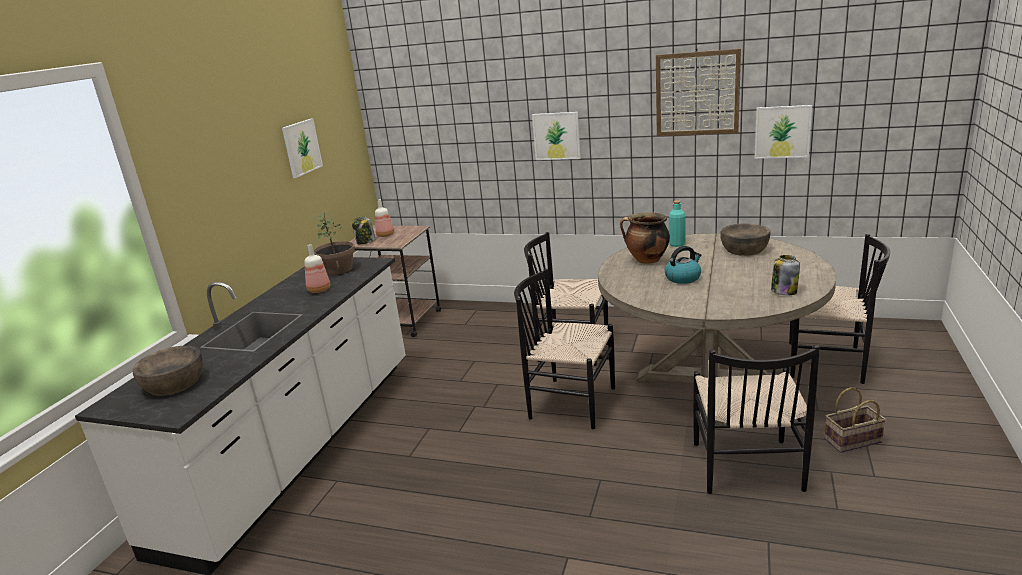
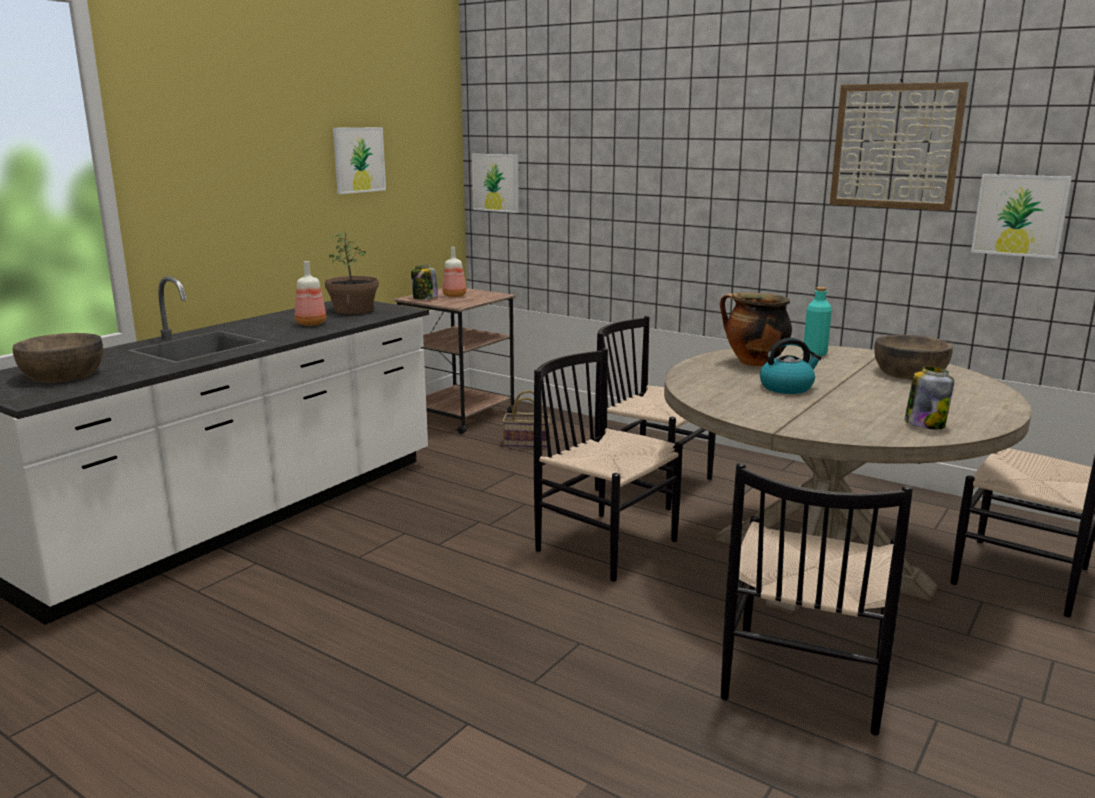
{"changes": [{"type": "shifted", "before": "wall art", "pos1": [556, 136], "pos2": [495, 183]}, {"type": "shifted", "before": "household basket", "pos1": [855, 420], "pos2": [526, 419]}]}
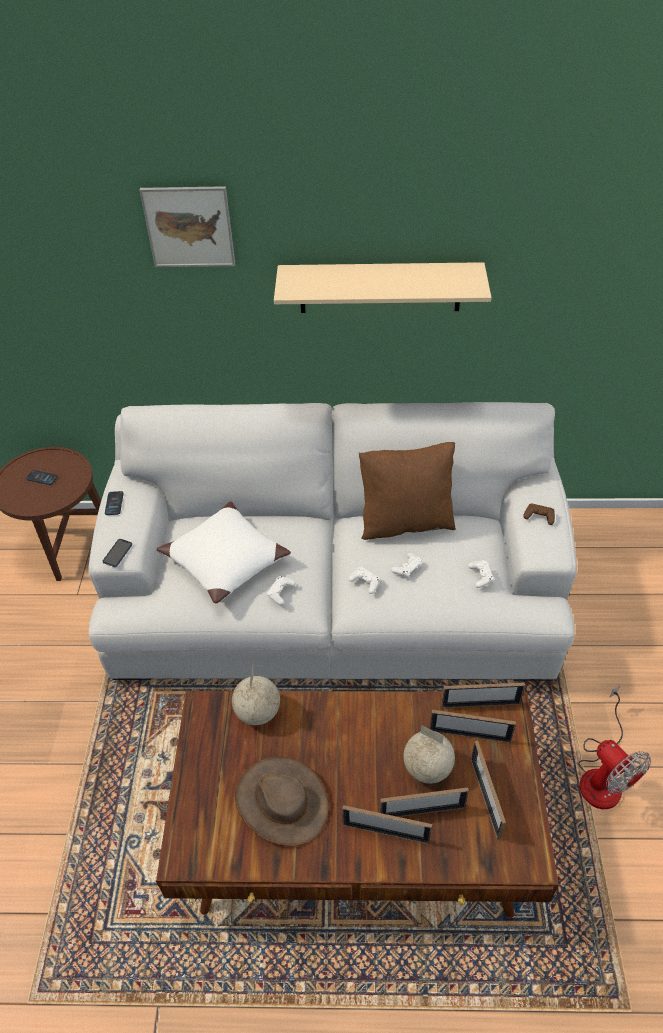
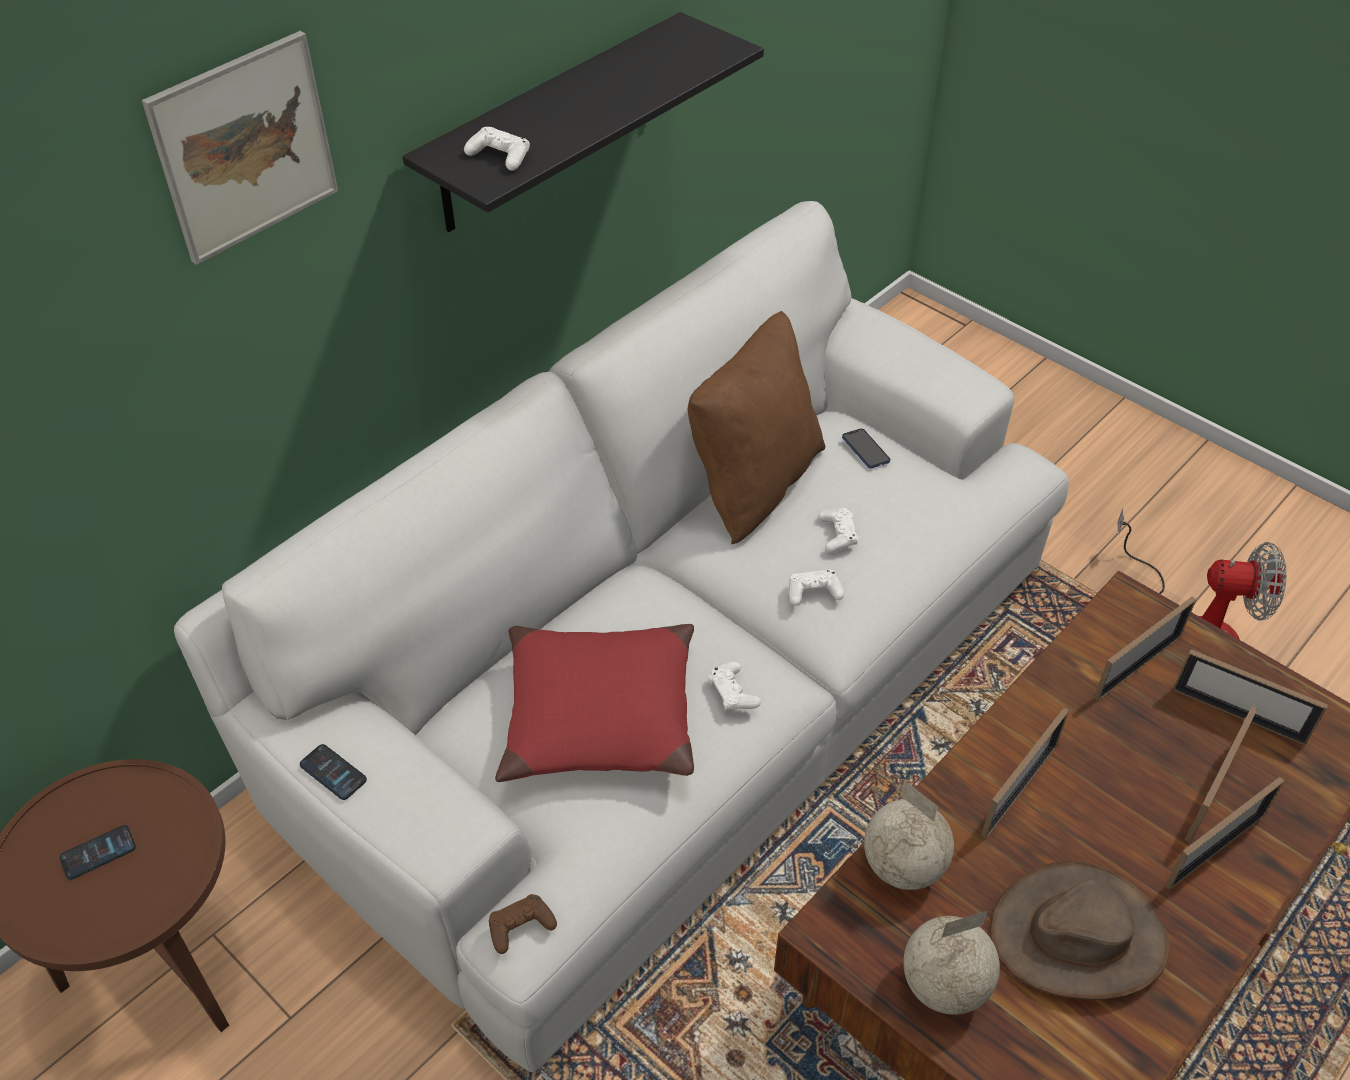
{"changes": [{"type": "shifted", "before": "handset", "pos1": [117, 553], "pos2": [866, 448]}, {"type": "repainted", "before": "pillow/whitish", "after": "pillow/red-coloured", "pos1": [223, 553], "pos2": [594, 703]}, {"type": "repainted", "before": "shelf/beige-coloured", "after": "shelf/black", "pos1": [383, 287], "pos2": [583, 122]}, {"type": "shifted", "before": "world globe", "pos1": [429, 754], "pos2": [951, 963]}, {"type": "shifted", "before": "standing frame", "pos1": [483, 695], "pos2": [1025, 773]}, {"type": "shifted", "before": "gamepad/whitish", "pos1": [481, 574], "pos2": [497, 149]}, {"type": "shifted", "before": "gamepad/brown-coloured", "pos1": [539, 514], "pos2": [523, 924]}]}
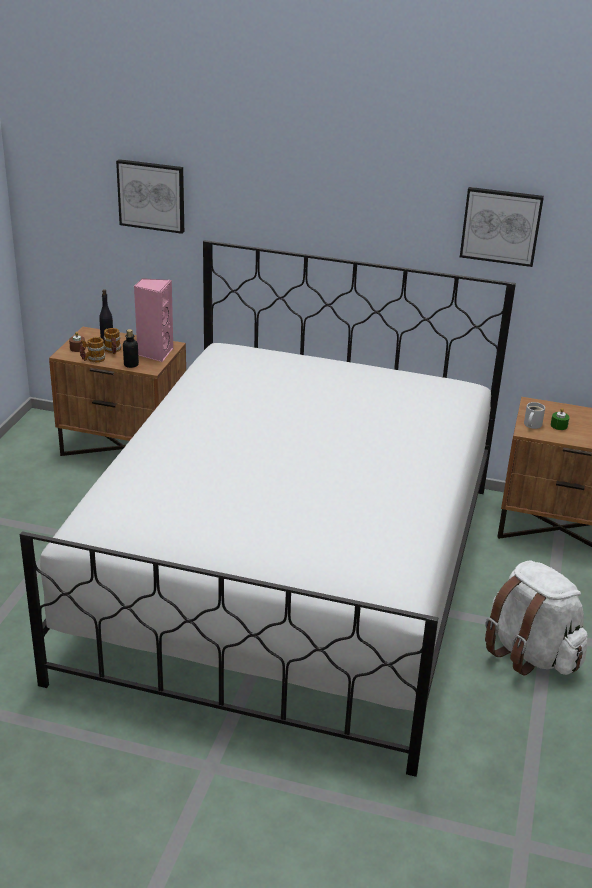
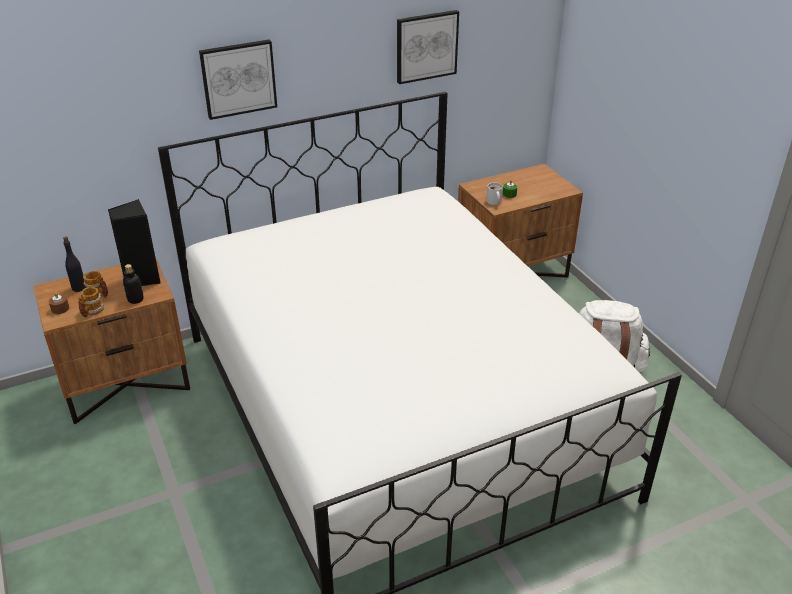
{"changes": [{"type": "shifted", "before": "wall art", "pos1": [150, 196], "pos2": [238, 79]}, {"type": "repainted", "before": "audio speaker/pink", "after": "audio speaker/black", "pos1": [153, 320], "pos2": [134, 242]}]}
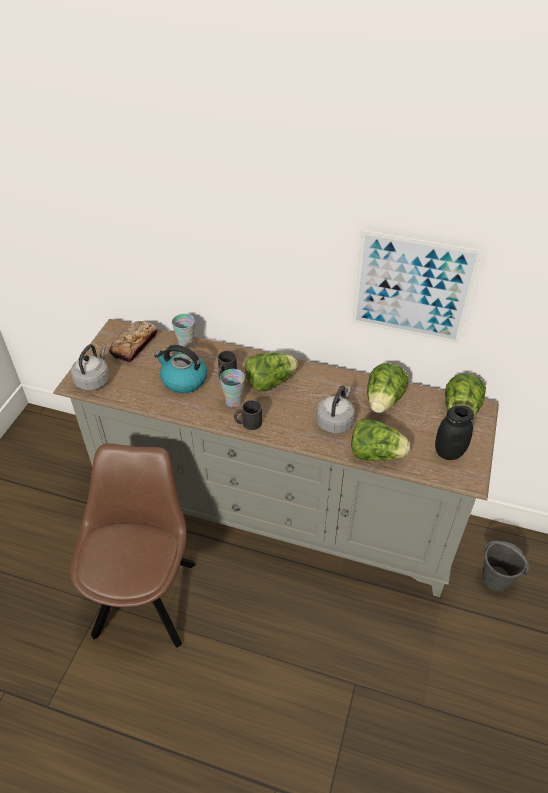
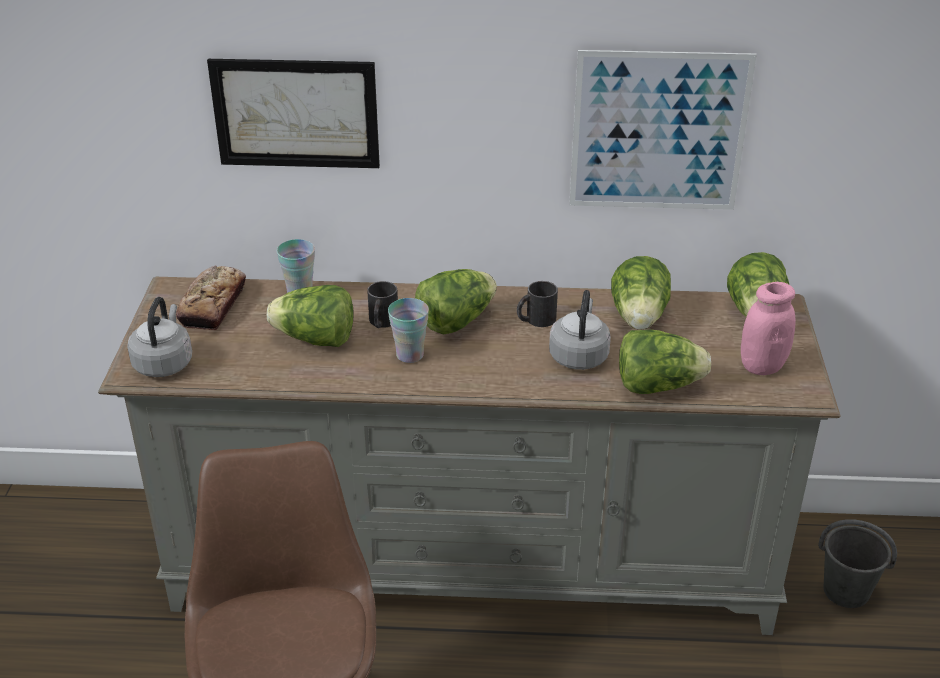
{"changes": [{"type": "swapped", "before": "water kettle", "after": "head of lettuce", "pos1": [180, 369], "pos2": [310, 316]}, {"type": "shifted", "before": "coffee mug/black", "pos1": [248, 415], "pos2": [537, 304]}, {"type": "repainted", "before": "jar/black", "after": "jar/pink", "pos1": [454, 433], "pos2": [768, 328]}, {"type": "new", "after": "wall art", "pos2": [293, 113]}]}
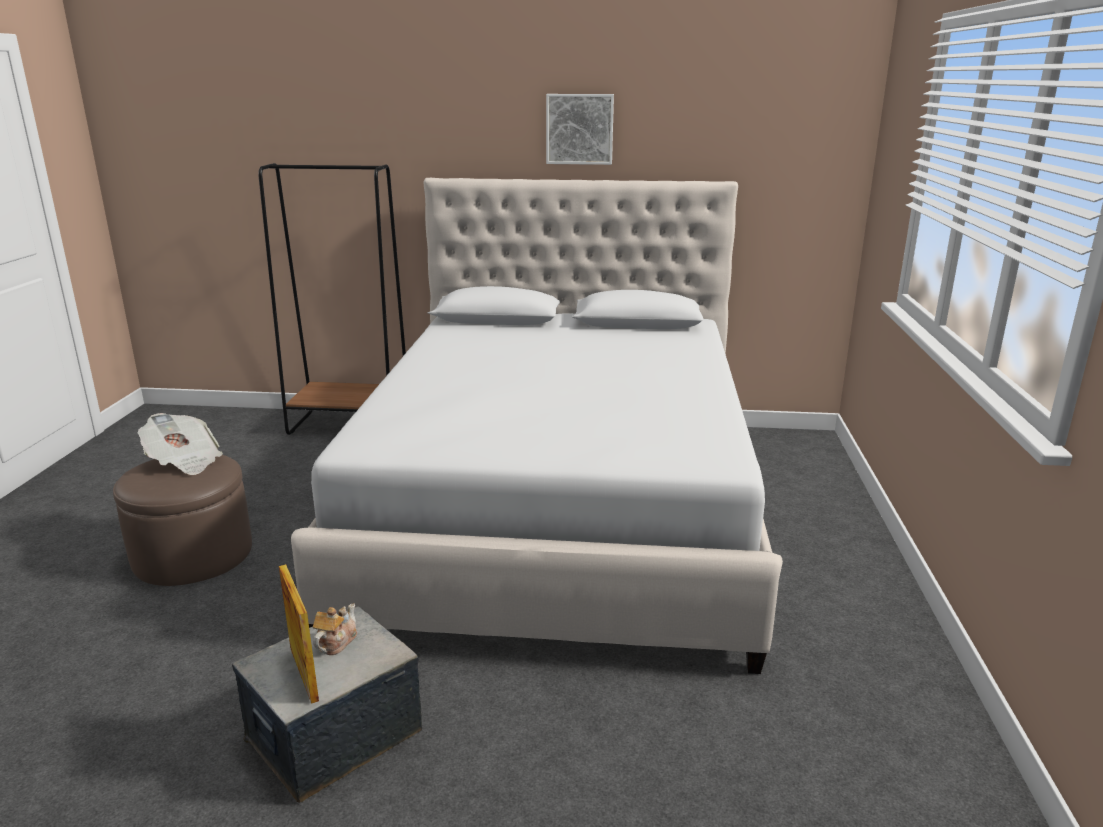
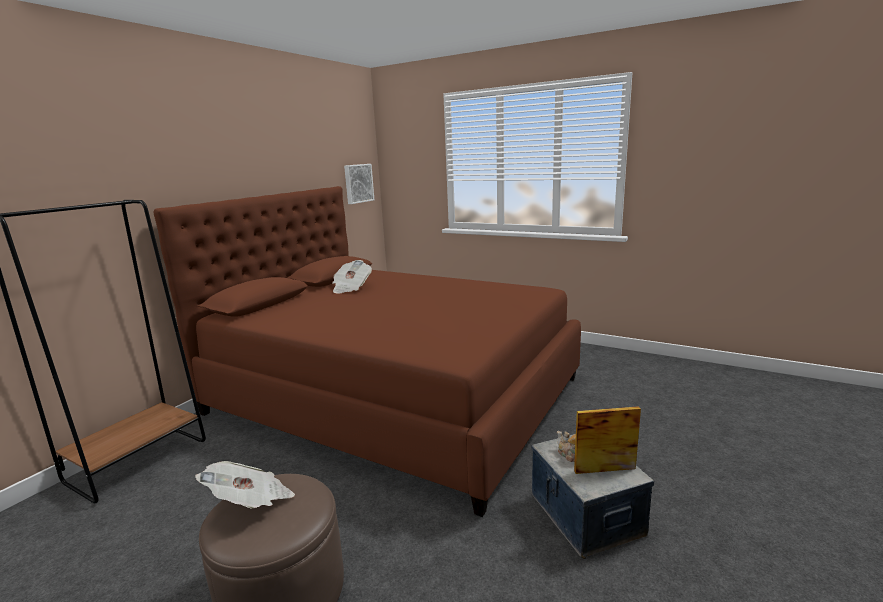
{"changes": [{"type": "repainted", "before": "sleeping bed/whitish", "after": "sleeping bed/brown-coloured", "pos1": [537, 426], "pos2": [367, 351]}, {"type": "shifted", "before": "wall art", "pos1": [580, 129], "pos2": [359, 184]}, {"type": "new", "after": "newspaper", "pos2": [352, 277]}]}
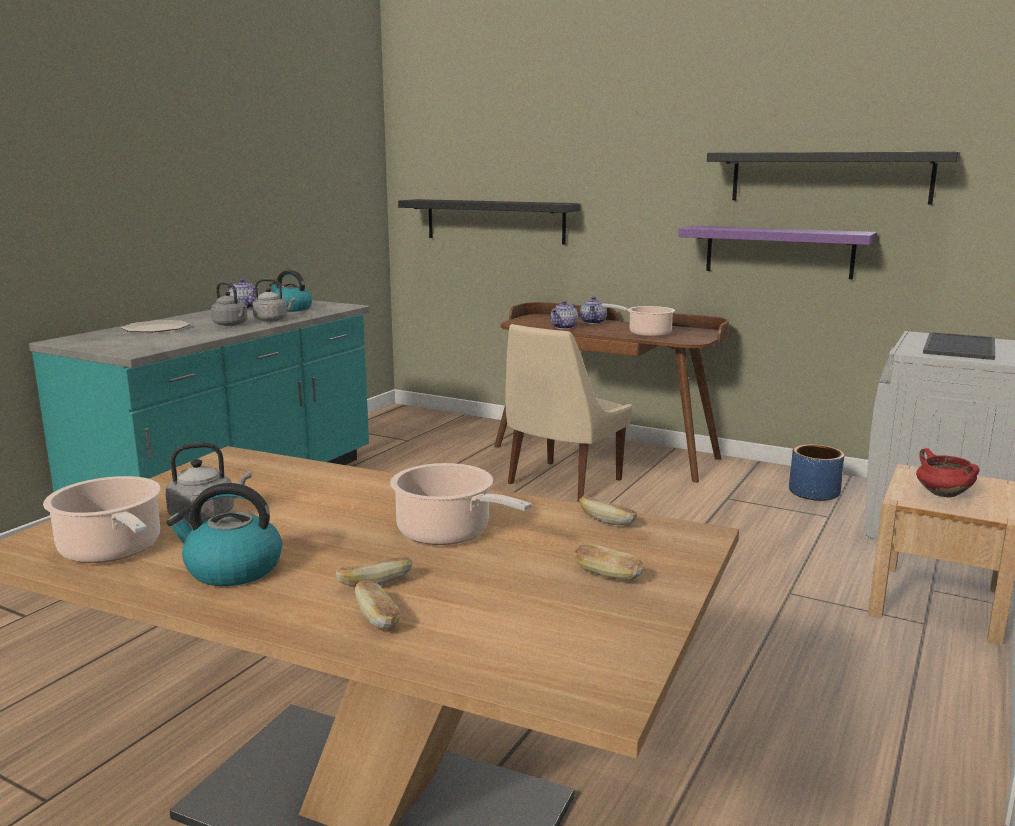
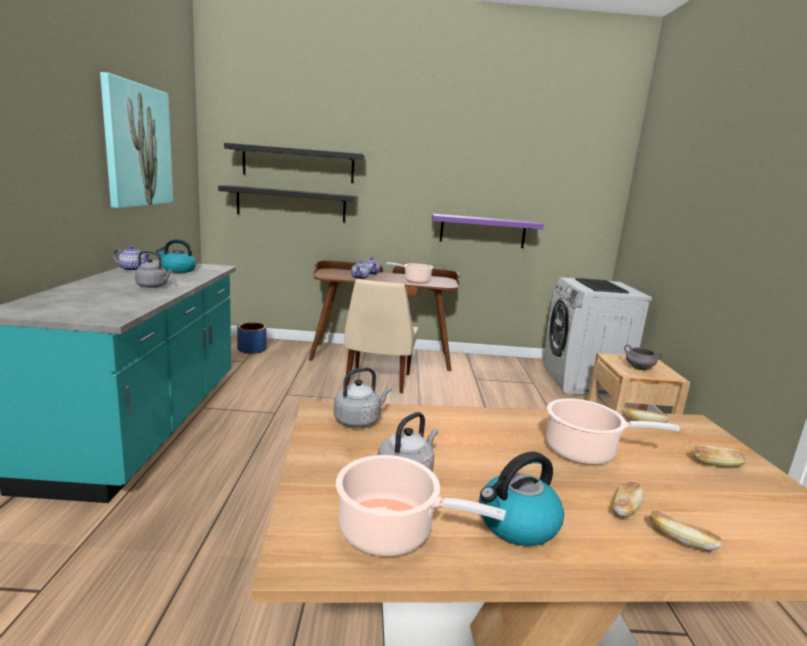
{"changes": [{"type": "gone", "before": "dinner plate", "pos1": [155, 326]}, {"type": "shifted", "before": "water kettle/gray", "pos1": [274, 300], "pos2": [363, 397]}, {"type": "shifted", "before": "shelf/black", "pos1": [833, 178], "pos2": [294, 163]}, {"type": "shifted", "before": "flower pot/blue", "pos1": [816, 473], "pos2": [252, 338]}, {"type": "repainted", "before": "stockpot/red-coloured", "after": "stockpot/gray", "pos1": [947, 473], "pos2": [643, 357]}, {"type": "new", "after": "wall art", "pos2": [136, 140]}]}
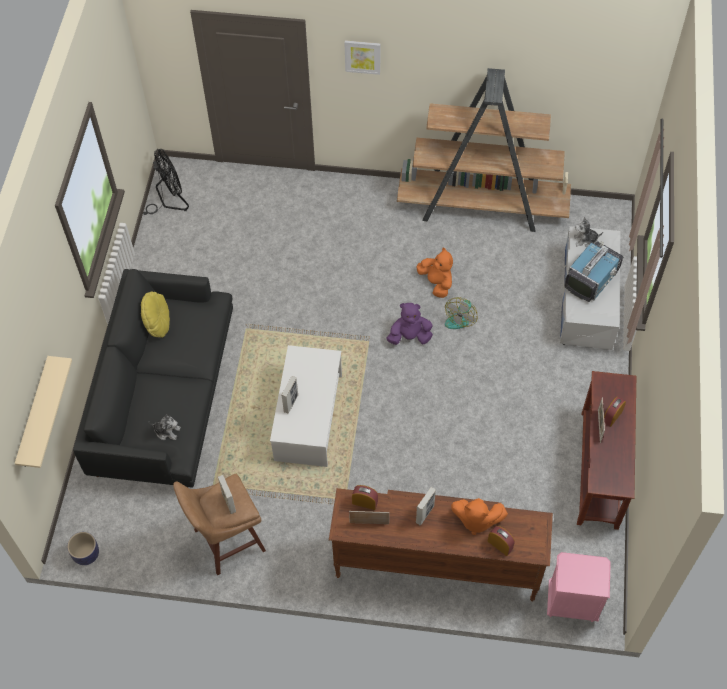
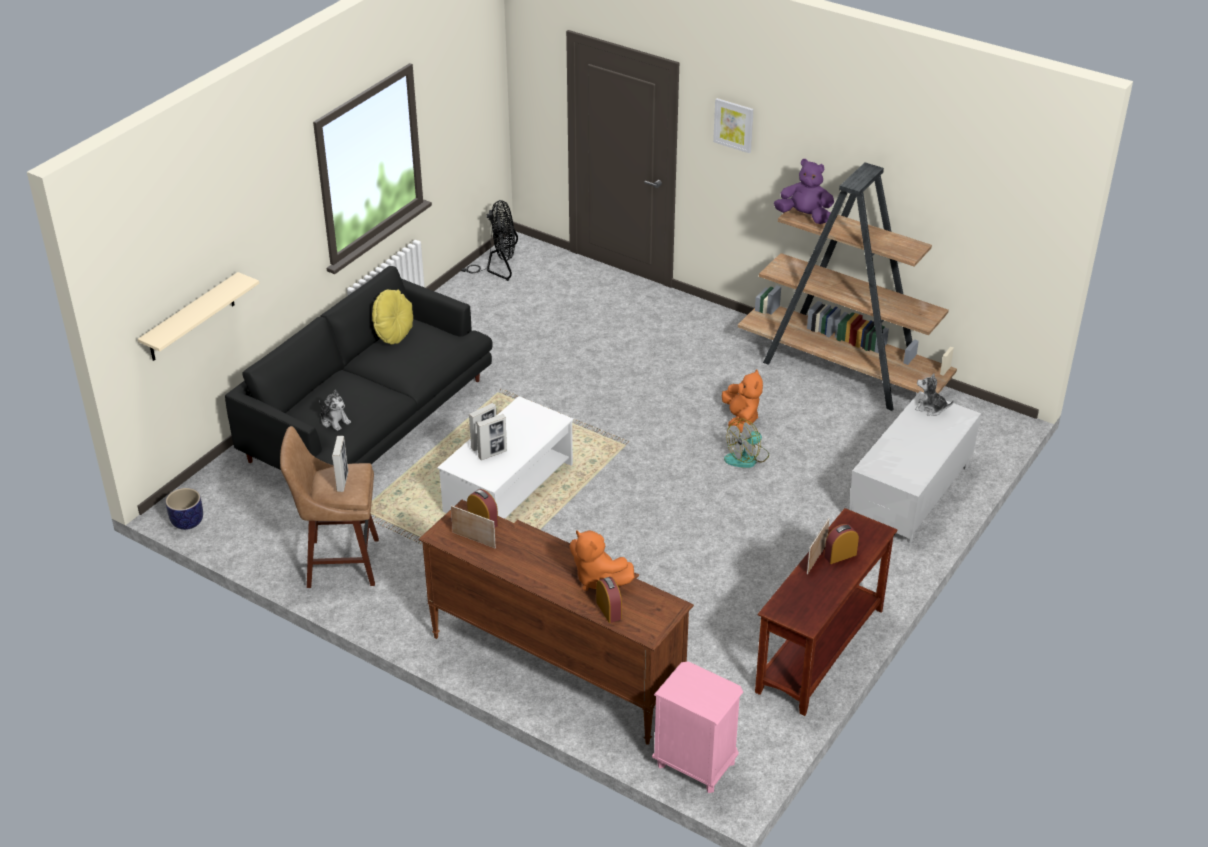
{"changes": [{"type": "shifted", "before": "plush toy/purplish", "pos1": [409, 324], "pos2": [804, 191]}, {"type": "shifted", "before": "standing frame", "pos1": [426, 506], "pos2": [491, 437]}, {"type": "gone", "before": "TV", "pos1": [594, 271]}]}
